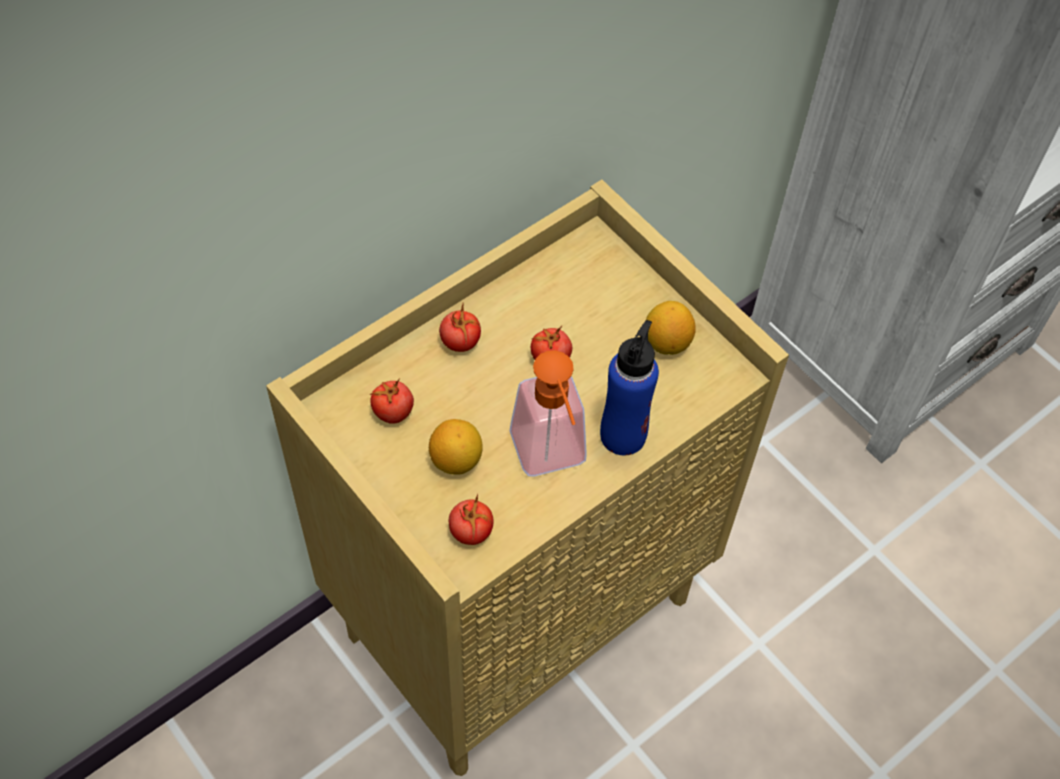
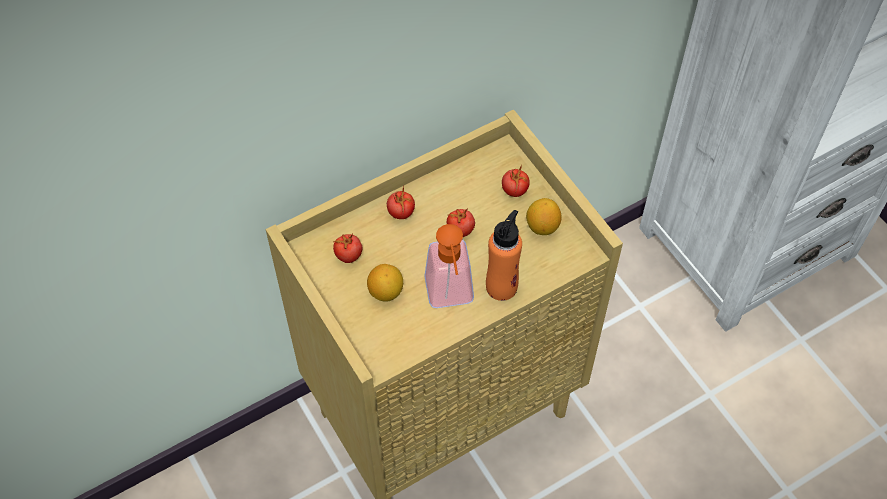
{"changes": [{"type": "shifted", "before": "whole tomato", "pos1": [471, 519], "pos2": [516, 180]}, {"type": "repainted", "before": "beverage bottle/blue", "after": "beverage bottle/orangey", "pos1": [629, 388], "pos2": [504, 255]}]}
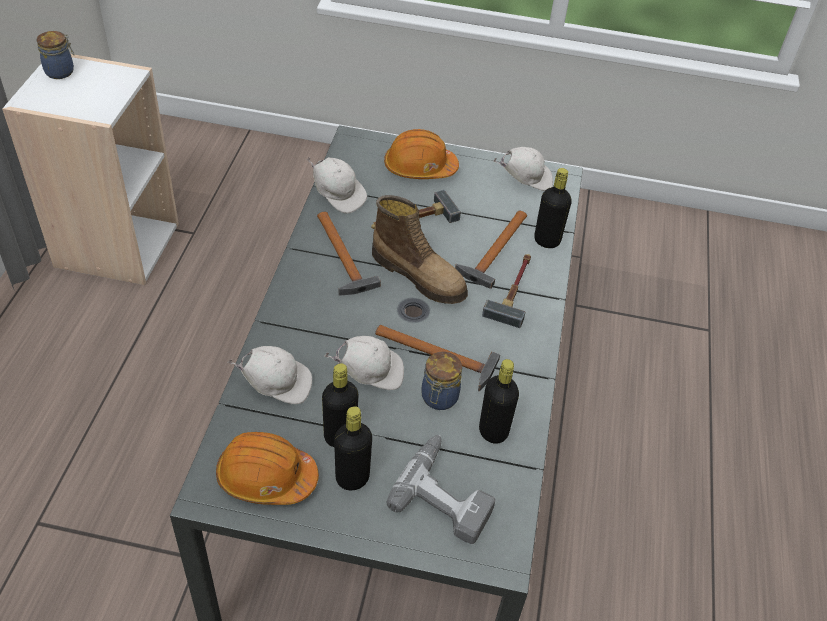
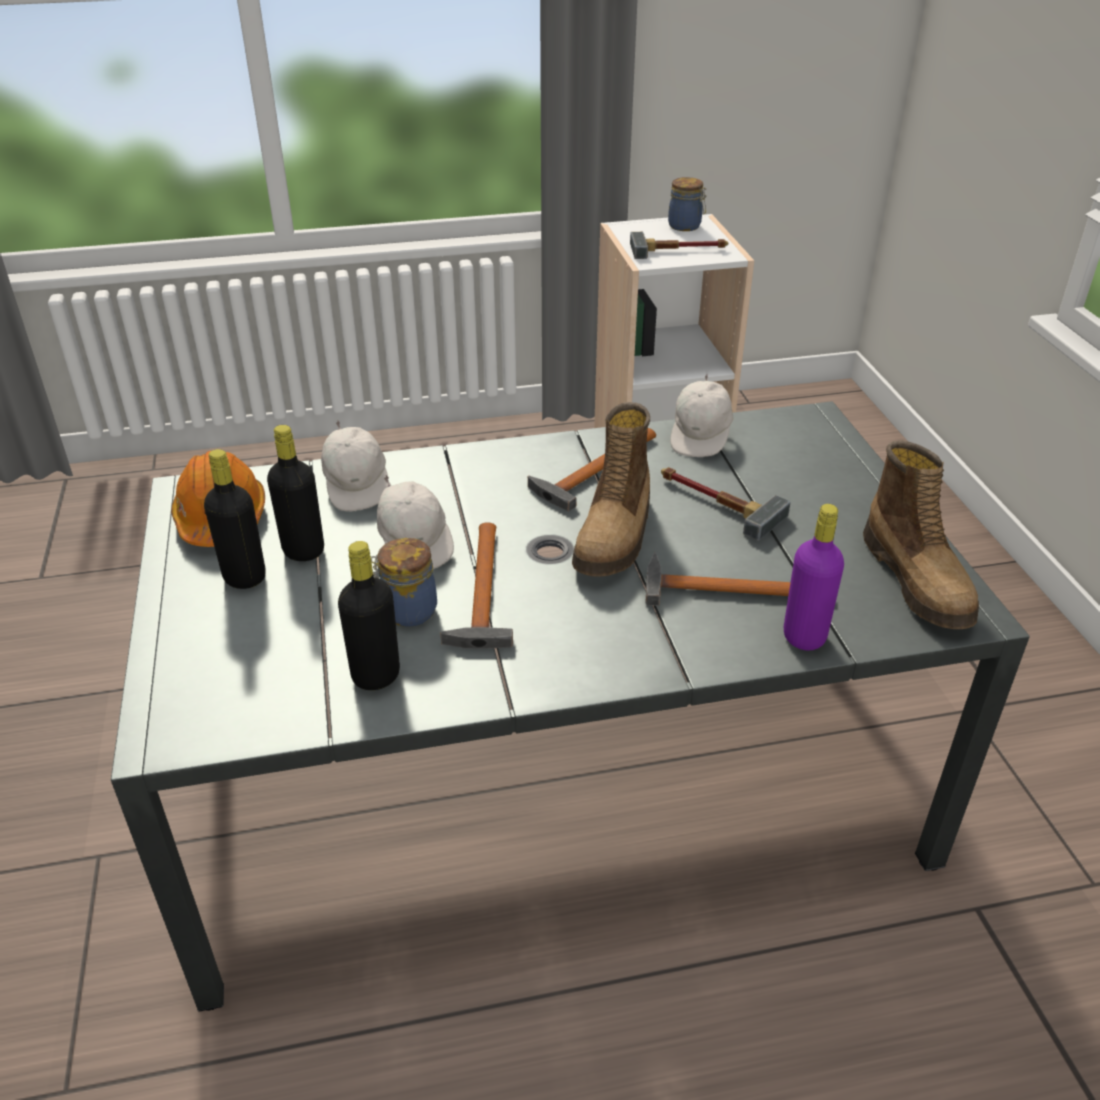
{"changes": [{"type": "gone", "before": "work helmet/orangey", "pos1": [421, 154]}, {"type": "gone", "before": "power drill", "pos1": [440, 489]}, {"type": "shifted", "before": "hand hammer", "pos1": [506, 291], "pos2": [679, 245]}, {"type": "swapped", "before": "cap/whitish", "after": "high-top boot", "pos1": [523, 169], "pos2": [921, 534]}, {"type": "repainted", "before": "beverage bottle/black", "after": "beverage bottle/purplish", "pos1": [553, 208], "pos2": [814, 577]}]}
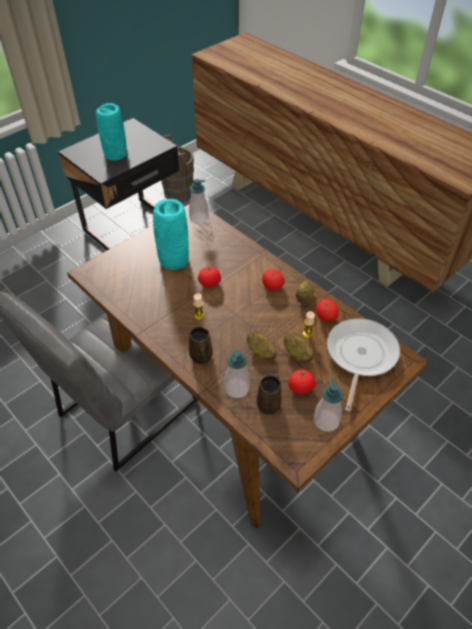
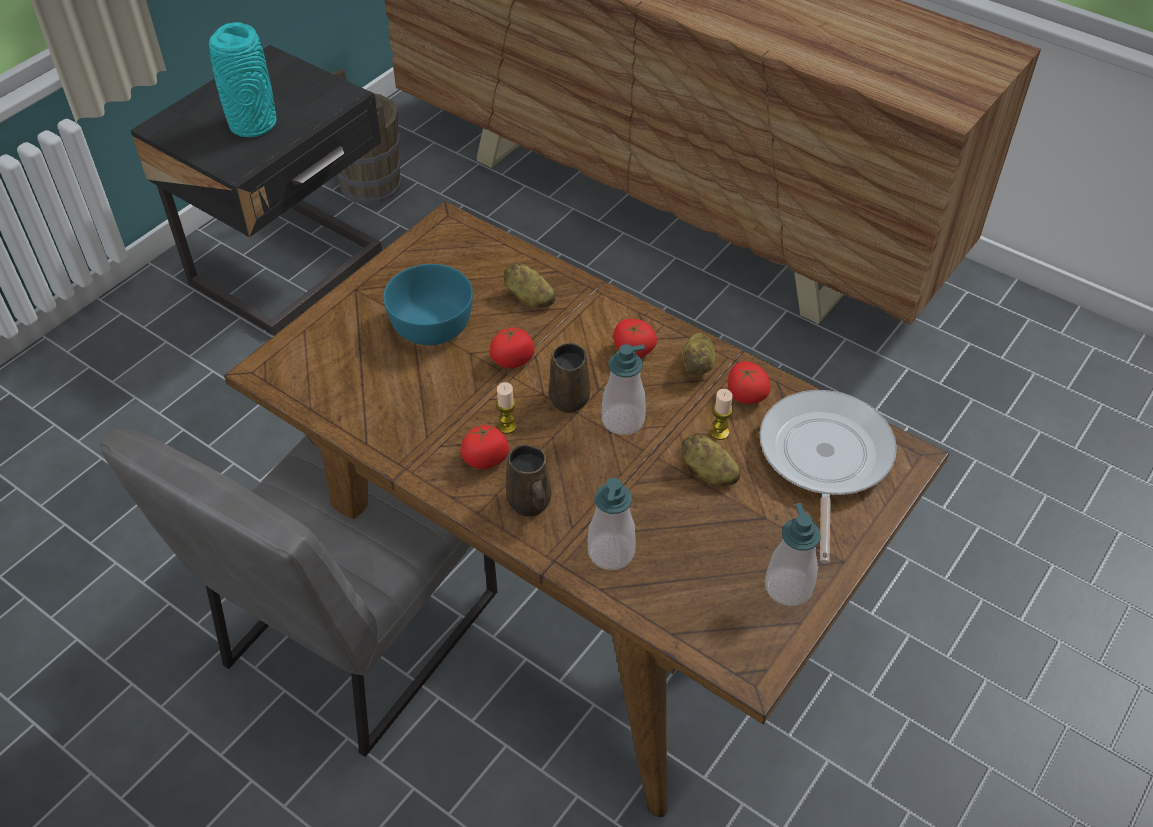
{"changes": [{"type": "swapped", "before": "vase/blue-green", "after": "bowl/blue-green", "pos1": [171, 234], "pos2": [428, 304]}, {"type": "shifted", "before": "soap dispenser", "pos1": [199, 201], "pos2": [624, 389]}, {"type": "shifted", "before": "whole potato", "pos1": [261, 345], "pos2": [529, 285]}, {"type": "shifted", "before": "coffee mug/brown-coloured", "pos1": [269, 394], "pos2": [569, 377]}, {"type": "shifted", "before": "whole tomato", "pos1": [302, 381], "pos2": [484, 446]}]}
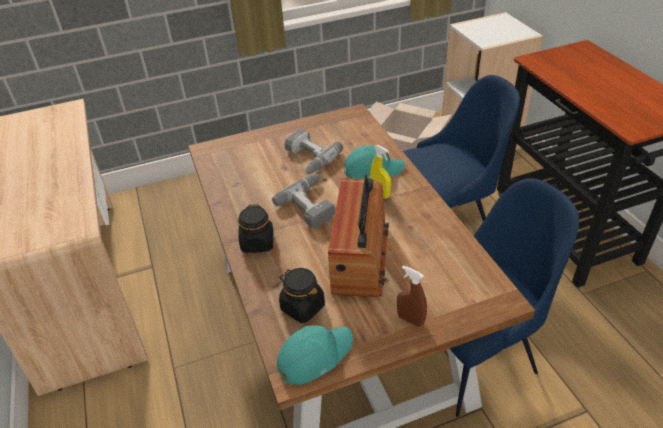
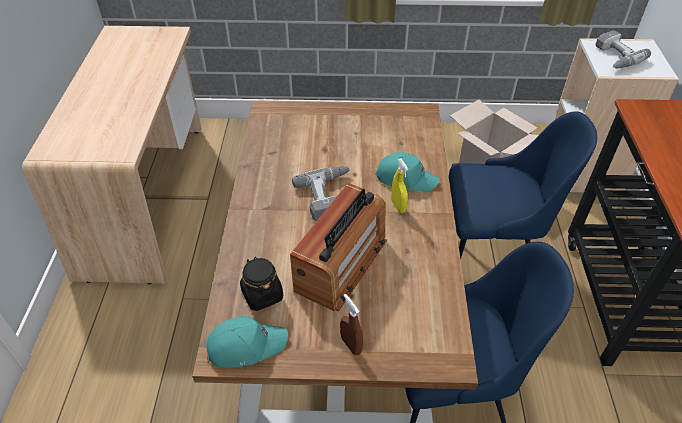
{"changes": [{"type": "gone", "before": "jar/black", "pos1": [255, 228]}, {"type": "shifted", "before": "power drill", "pos1": [313, 151], "pos2": [623, 49]}]}
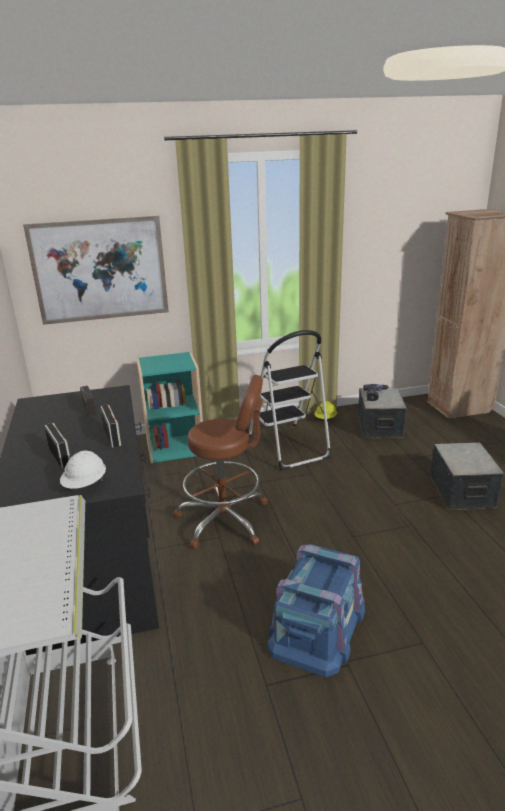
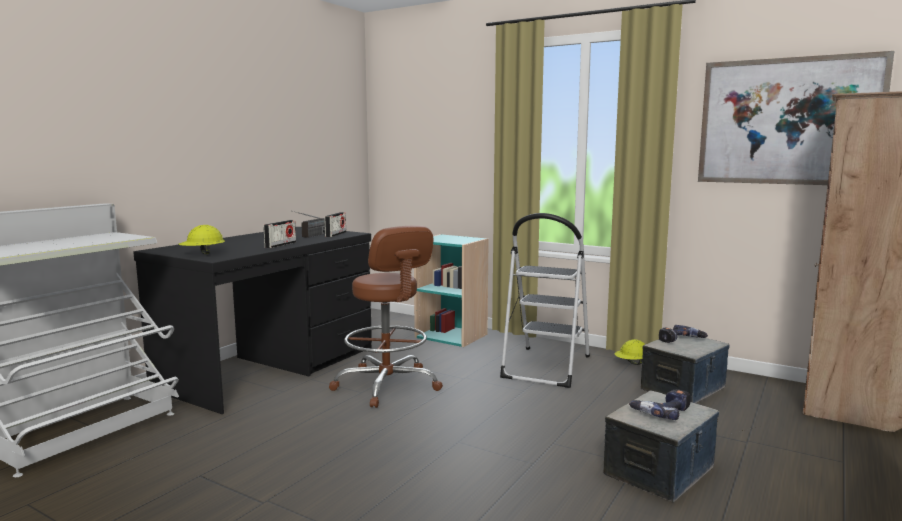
{"changes": [{"type": "shifted", "before": "wall art", "pos1": [96, 270], "pos2": [796, 118]}, {"type": "shifted", "before": "radio", "pos1": [57, 445], "pos2": [335, 224]}, {"type": "repainted", "before": "work helmet/whitish", "after": "work helmet/yellow", "pos1": [83, 470], "pos2": [201, 239]}, {"type": "gone", "before": "storage container/blue", "pos1": [316, 610]}, {"type": "new", "after": "power drill", "pos2": [660, 404]}]}
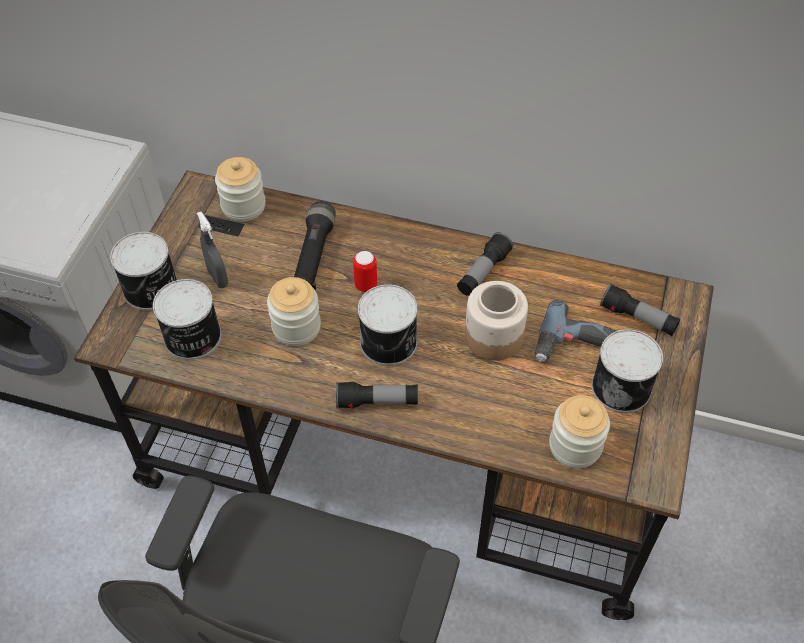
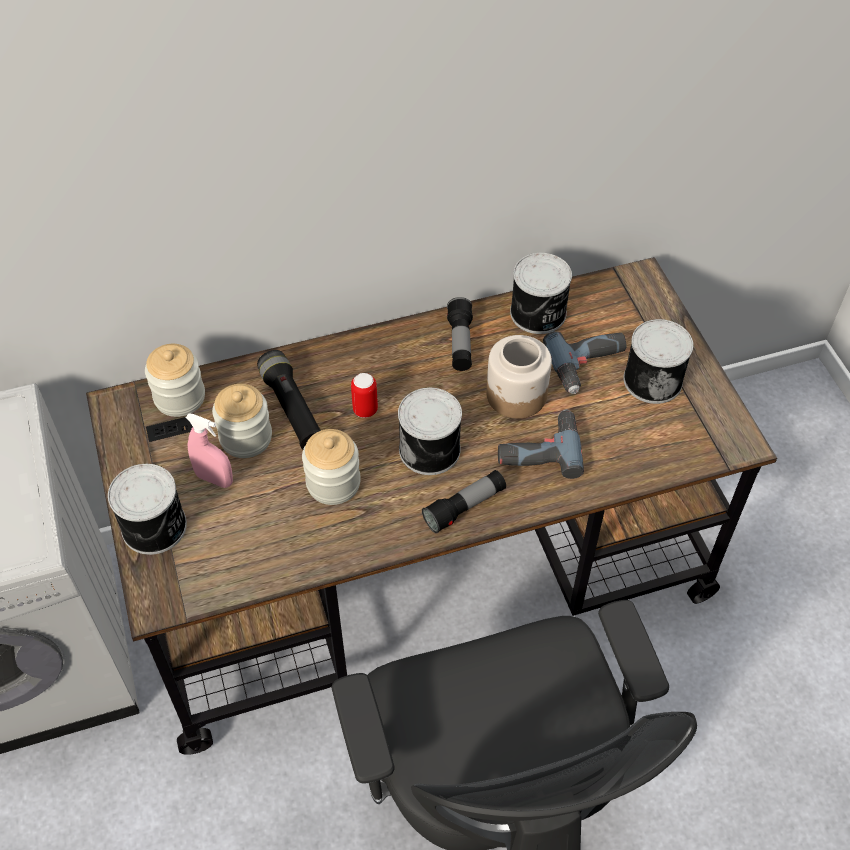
{"changes": [{"type": "shifted", "before": "can", "pos1": [187, 319], "pos2": [541, 293]}, {"type": "repainted", "before": "hand sprayer/gray", "after": "hand sprayer/pink", "pos1": [212, 250], "pos2": [209, 451]}, {"type": "shifted", "before": "jar", "pos1": [579, 431], "pos2": [242, 421]}, {"type": "gone", "before": "flashlight", "pos1": [640, 310]}, {"type": "new", "after": "power drill", "pos2": [541, 444]}]}
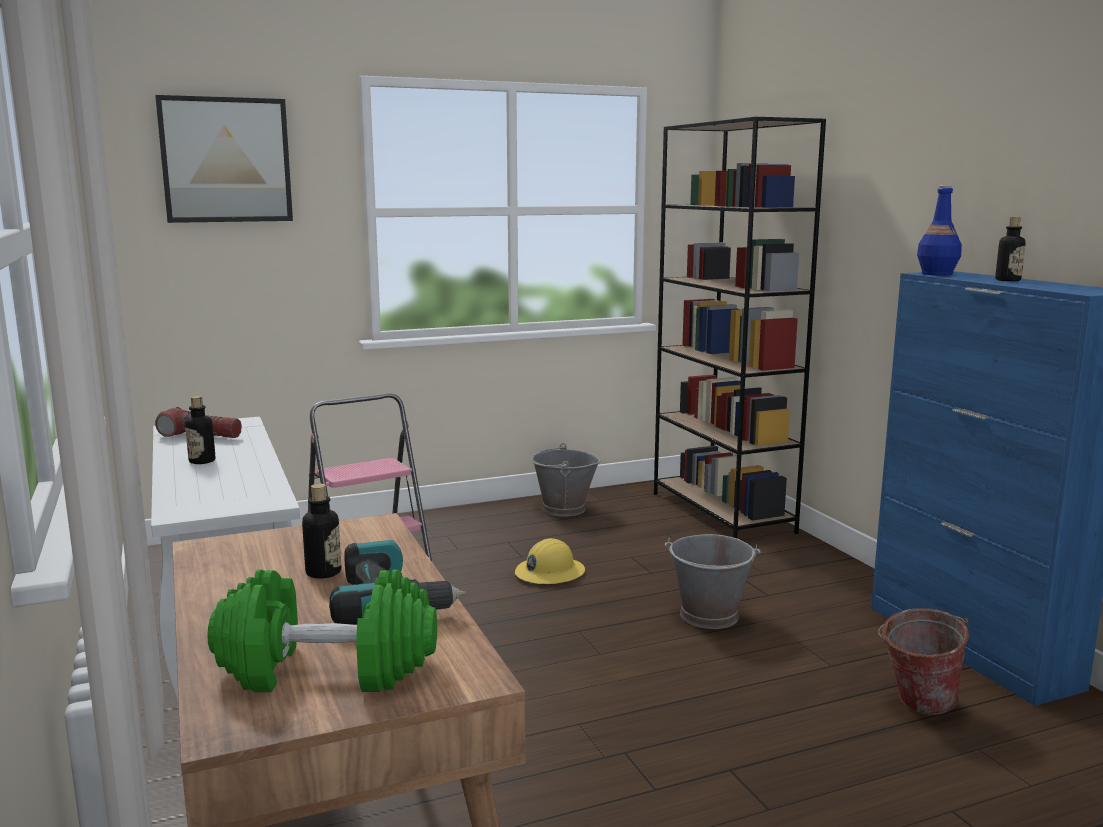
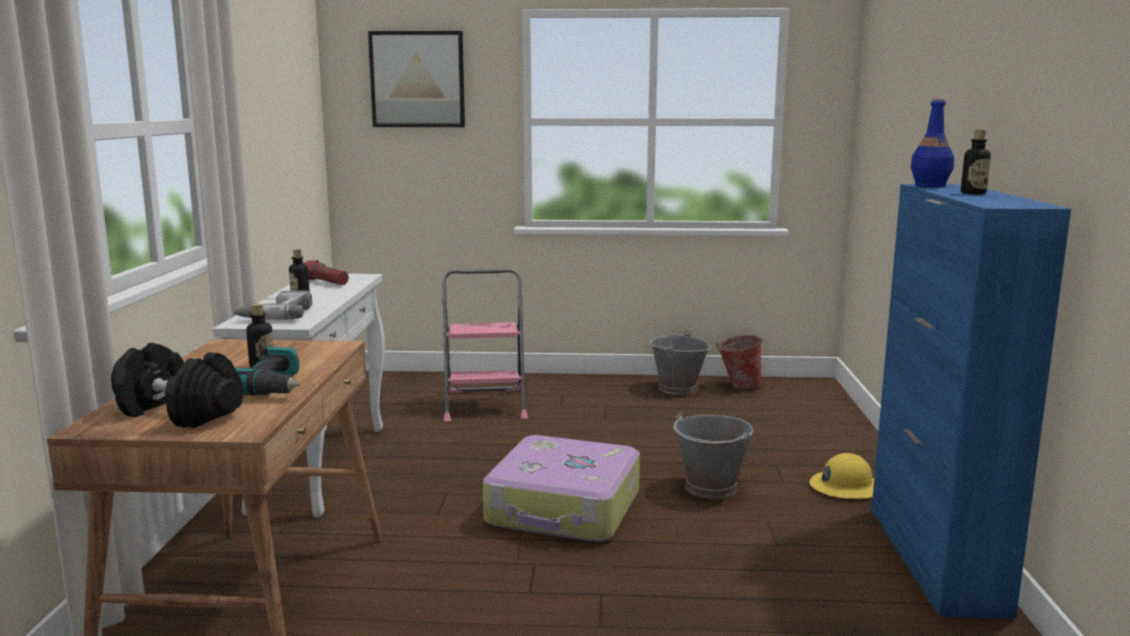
{"changes": [{"type": "repainted", "before": "dumbbell/green", "after": "dumbbell/black", "pos1": [322, 630], "pos2": [177, 385]}, {"type": "shifted", "before": "work helmet/yellow", "pos1": [550, 561], "pos2": [841, 476]}, {"type": "gone", "before": "bookshelf/beige-coloured", "pos1": [740, 327]}, {"type": "shifted", "before": "bucket", "pos1": [923, 661], "pos2": [740, 362]}, {"type": "new", "after": "power drill", "pos2": [272, 305]}, {"type": "new", "after": "piece of luggage", "pos2": [561, 488]}]}
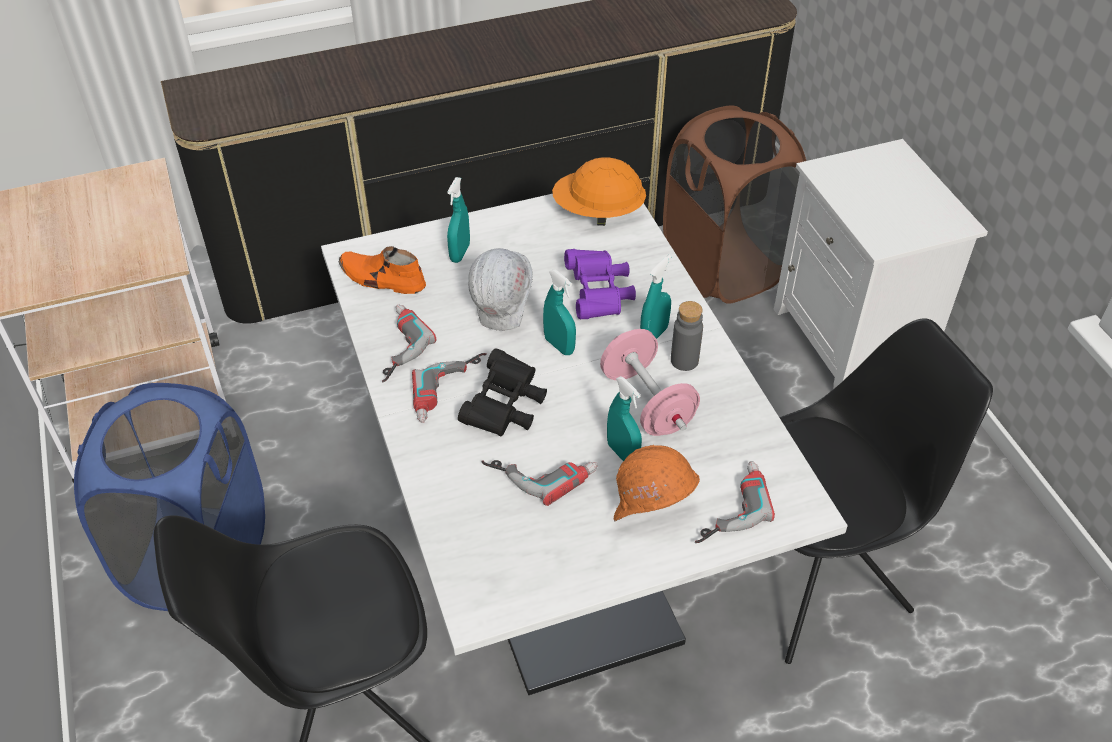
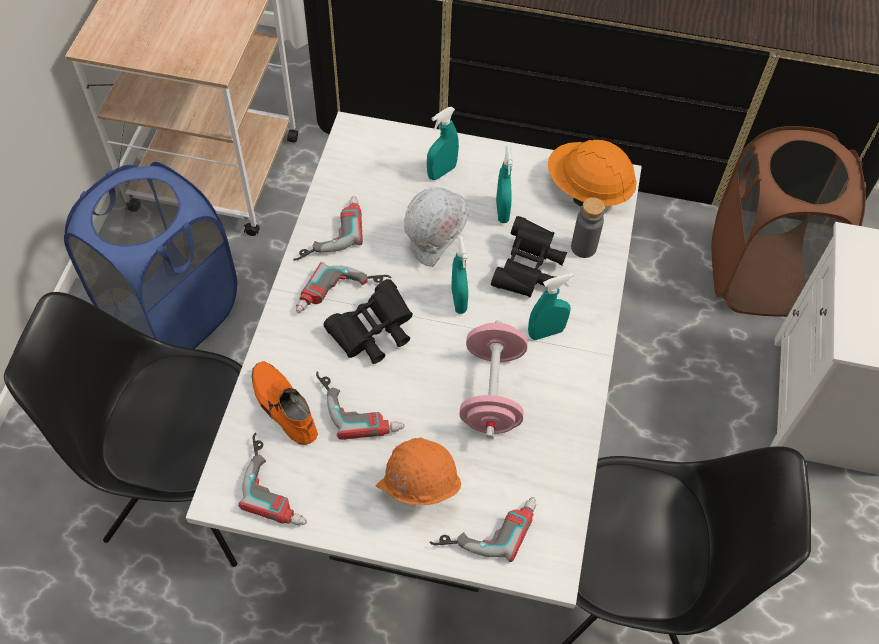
{"changes": [{"type": "shifted", "before": "item of footwear/orangey", "pos1": [382, 270], "pos2": [285, 403]}, {"type": "repainted", "before": "binoculars/purplish", "after": "binoculars/black", "pos1": [600, 284], "pos2": [529, 257]}, {"type": "shifted", "before": "hand sprayer/blue-green", "pos1": [624, 418], "pos2": [504, 184]}, {"type": "shifted", "before": "beverage bottle/gray", "pos1": [687, 336], "pos2": [588, 227]}, {"type": "new", "after": "power drill", "pos2": [272, 479]}]}
